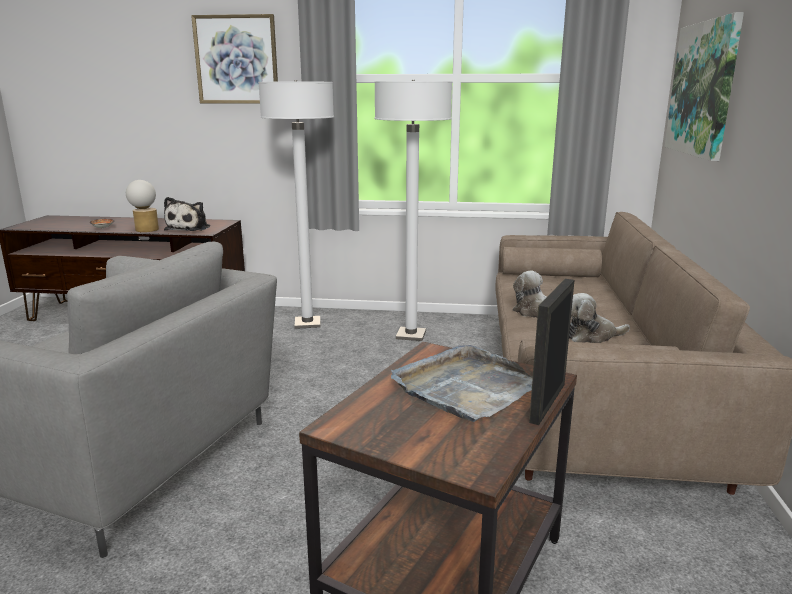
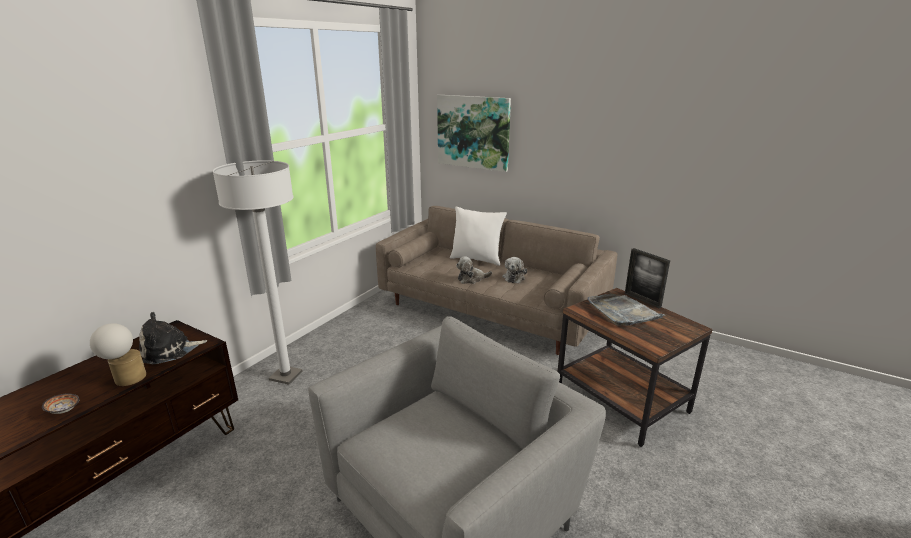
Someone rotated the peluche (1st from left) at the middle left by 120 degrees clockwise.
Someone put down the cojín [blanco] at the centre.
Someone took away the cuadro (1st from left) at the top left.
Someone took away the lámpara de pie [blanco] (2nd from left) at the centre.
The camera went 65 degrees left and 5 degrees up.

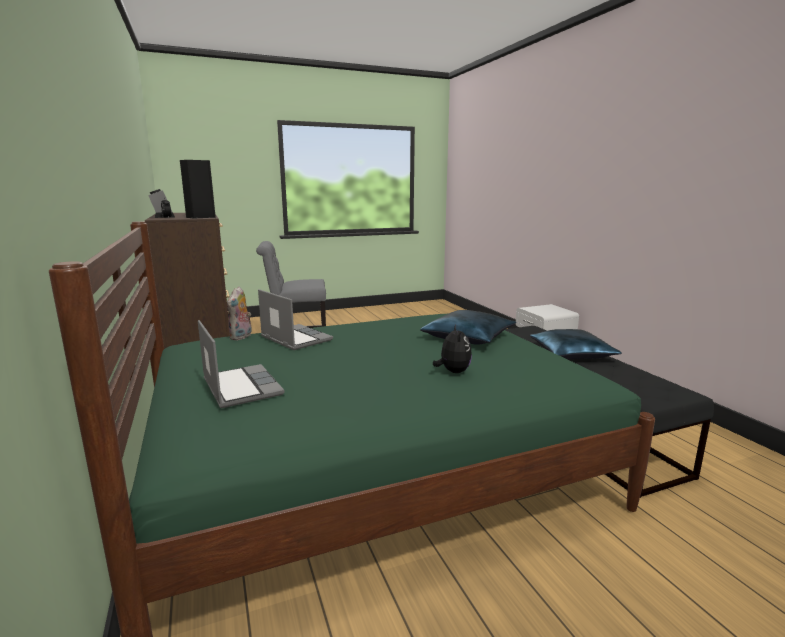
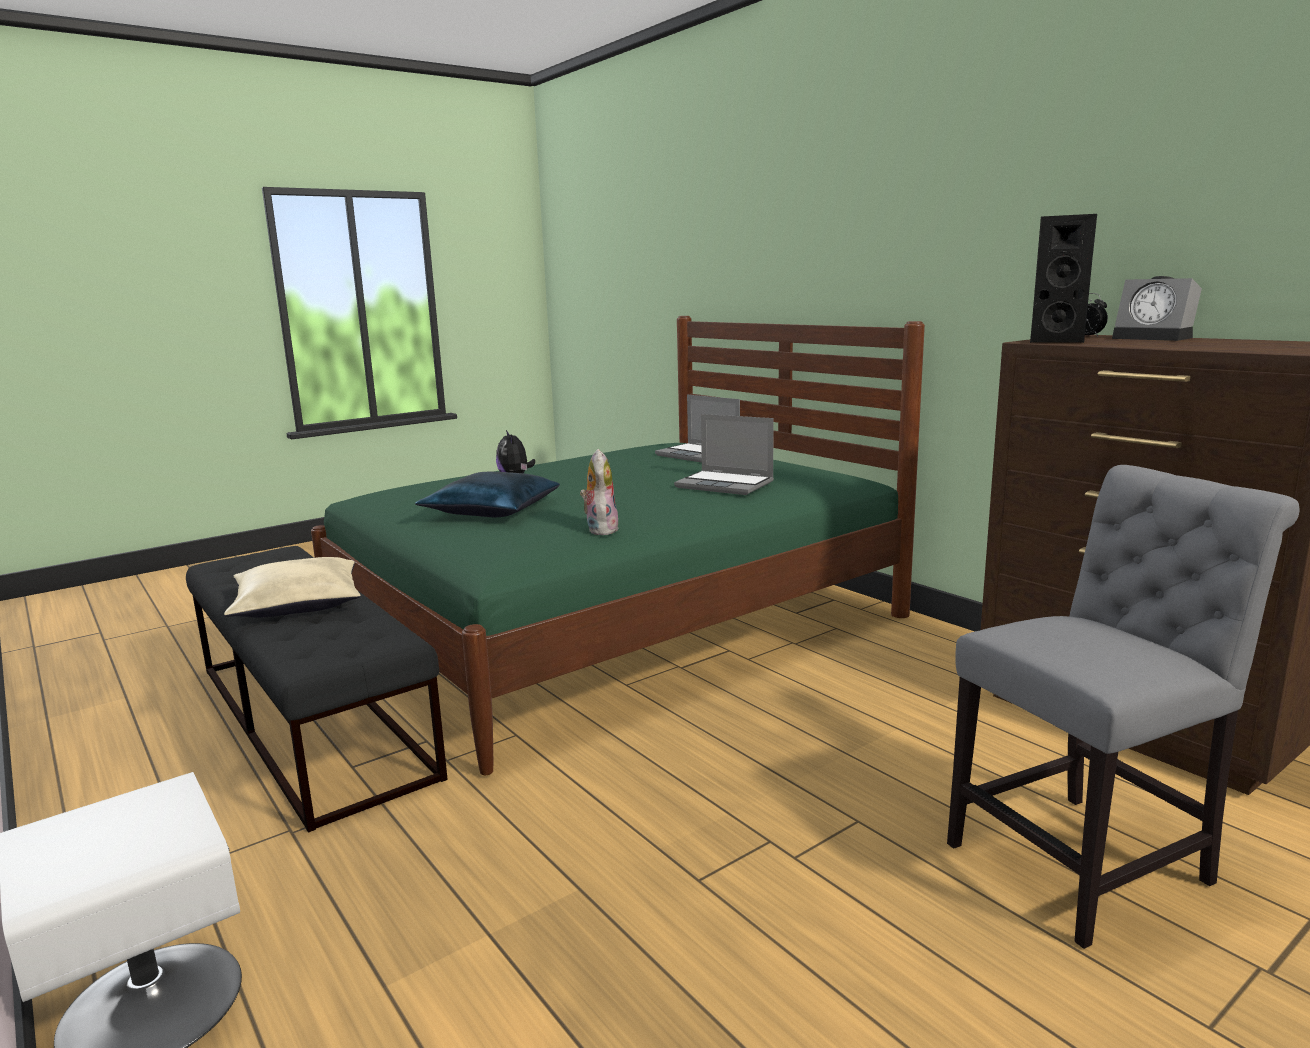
Someone repainted the cojín [azul] (2nd from left) at the middle right, which became the cojín [beis] at the middle left.
Someone carried the peluche (1st from left in the first image) from the middle left to the centre.
The camera went 165 degrees right and 0 degrees up.

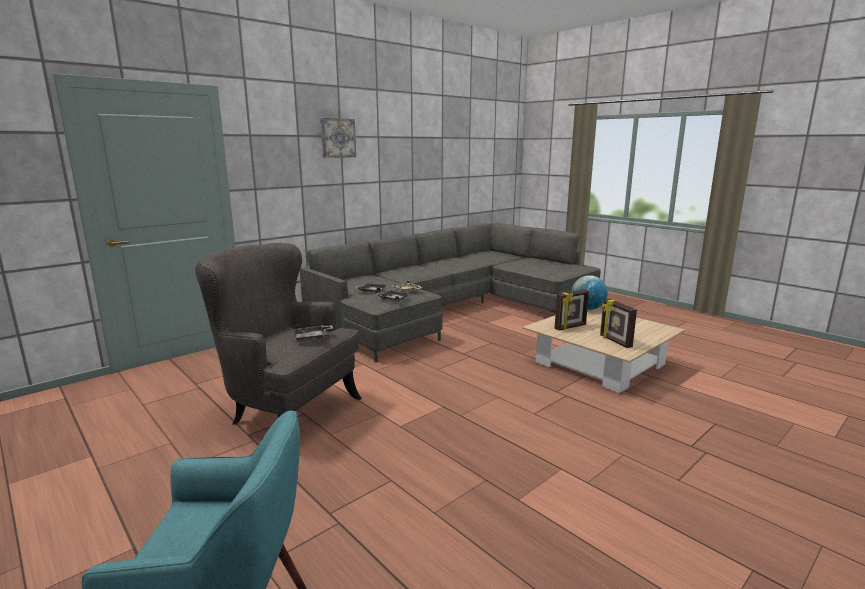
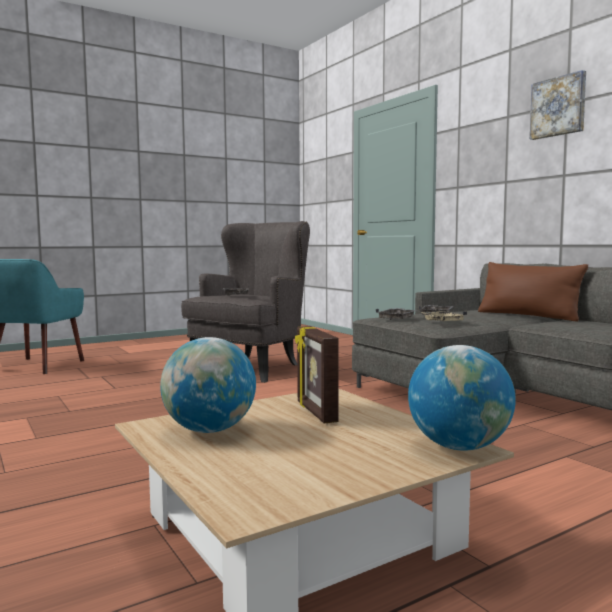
Someone swapped the portarretratos (2nd from left) at the middle right for the globo terráqueo (1st from left) at the centre.
Someone put down the cojín [marrón] at the middle right.
The camera went 100 degrees right and 10 degrees down.

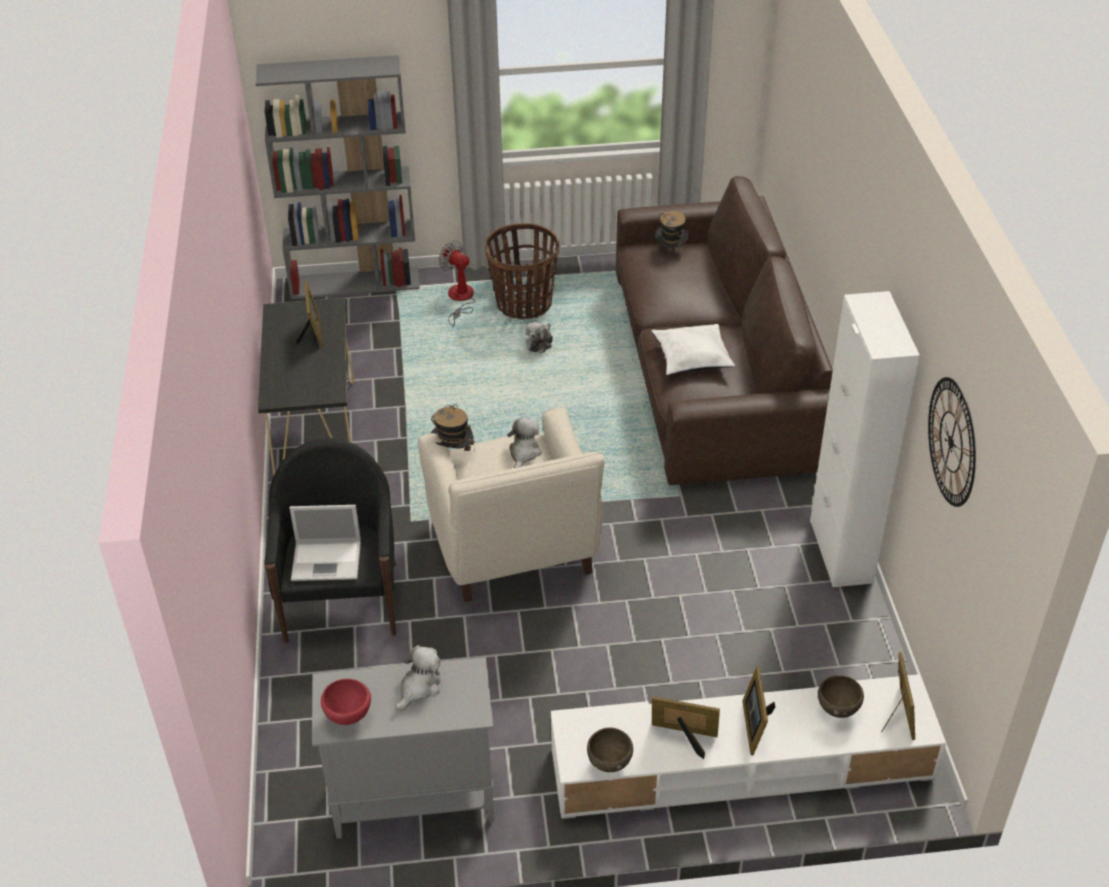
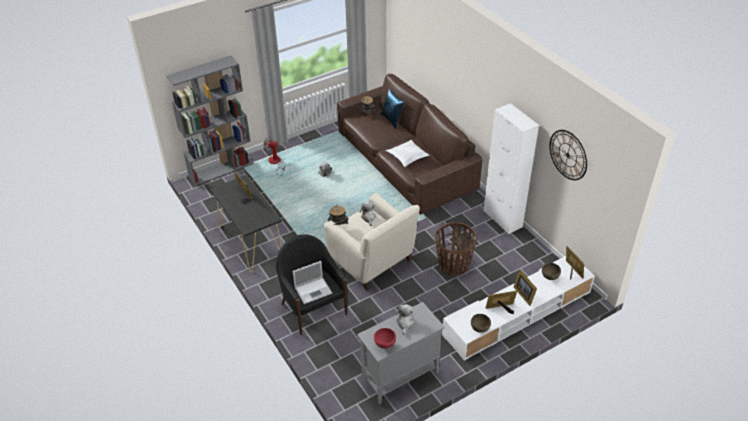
Someone put down the cojín [azul] at the top centre.
Someone carried the cesta from the top centre to the centre.
The camera went 25 degrees left and 0 degrees up.

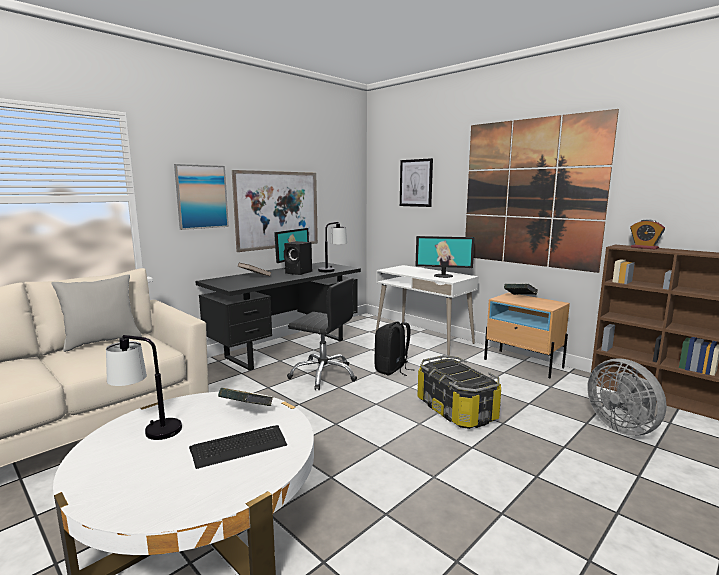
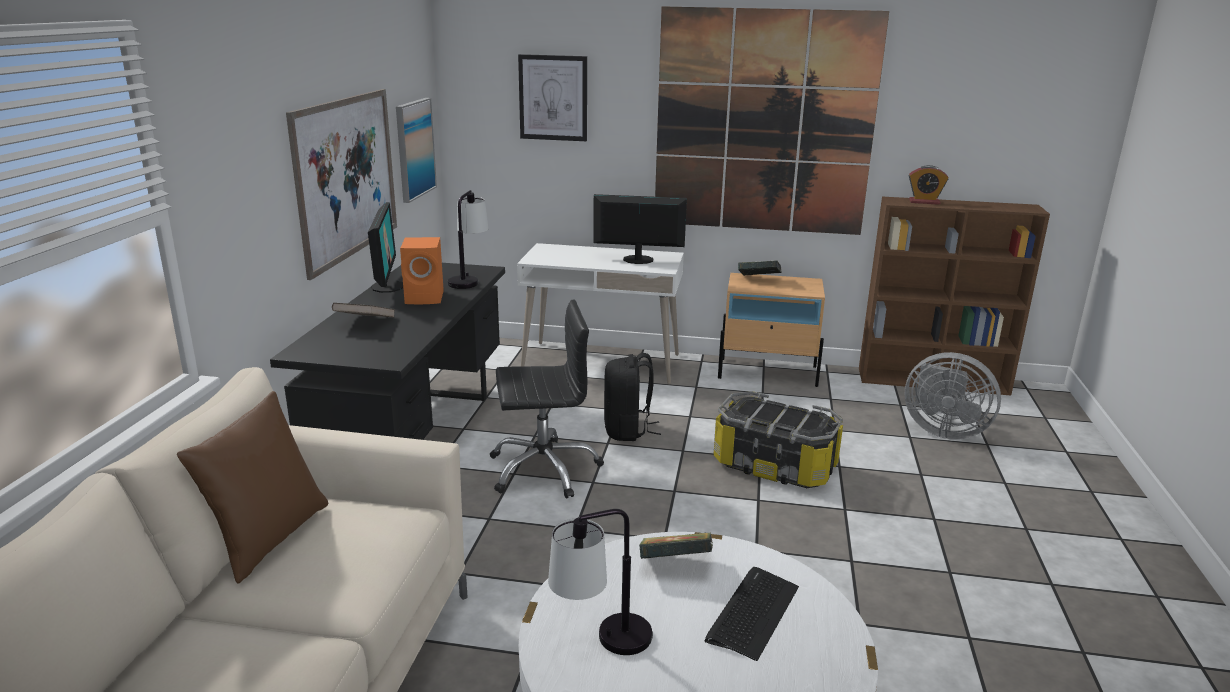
Someone repainted the cojín [gris] at the middle left, which became the cojín [marrón] at the bottom left.
Someone carried the cuadro (1st from left in the first image) from the middle left to the top centre.
Someone repainted the altavoz [negro] at the centre, which became the altavoz [naranja] at the centre.
Someone rotated the monitor (2nd from left) at the centre by 150 degrees counterclockwise.
The camera went 35 degrees left and 10 degrees up.

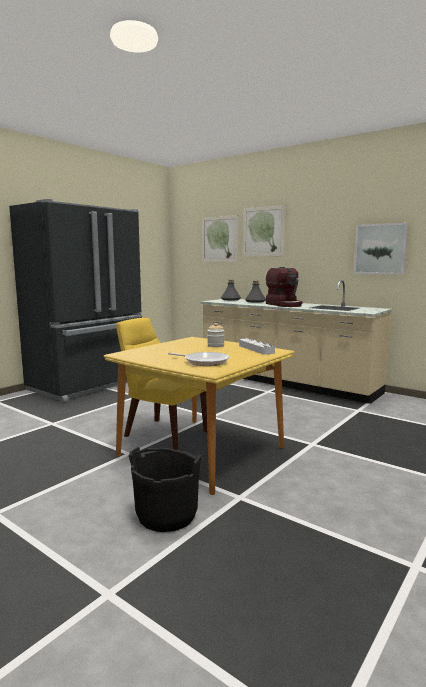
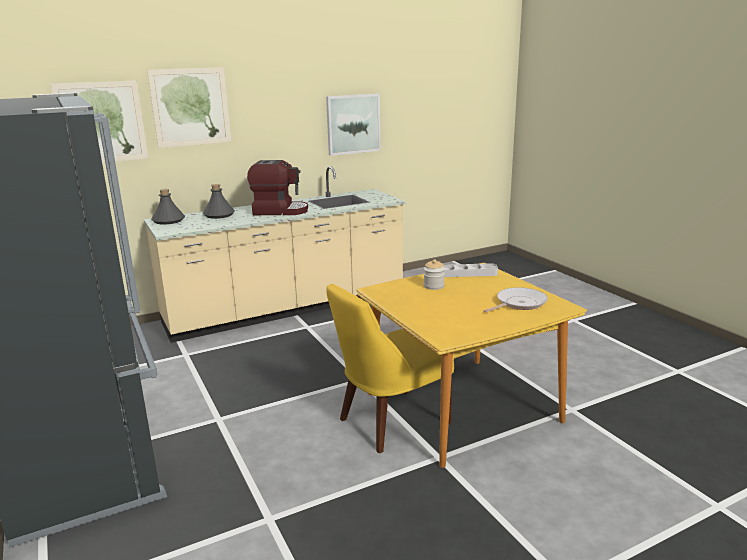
Someone took away the cubo [negro] at the bottom centre.
The camera went 65 degrees left and 10 degrees up.

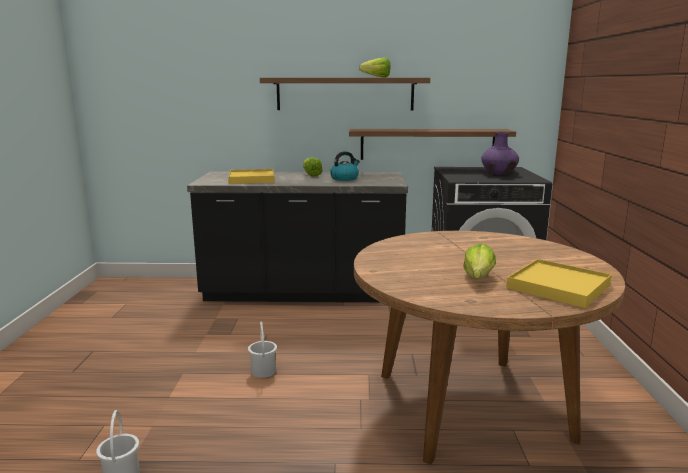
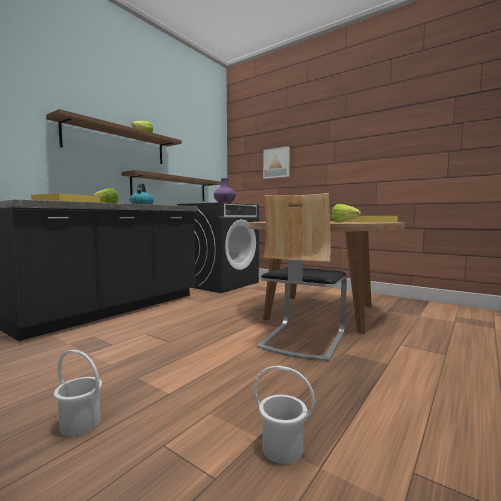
Someone carried the cubo [blanco] (2nd from left in the first image) from the bottom centre to the bottom left.
Someone put down the silla at the centre.
Someone put up the cuadro at the top centre.
The camera went 55 degrees left and 10 degrees down.

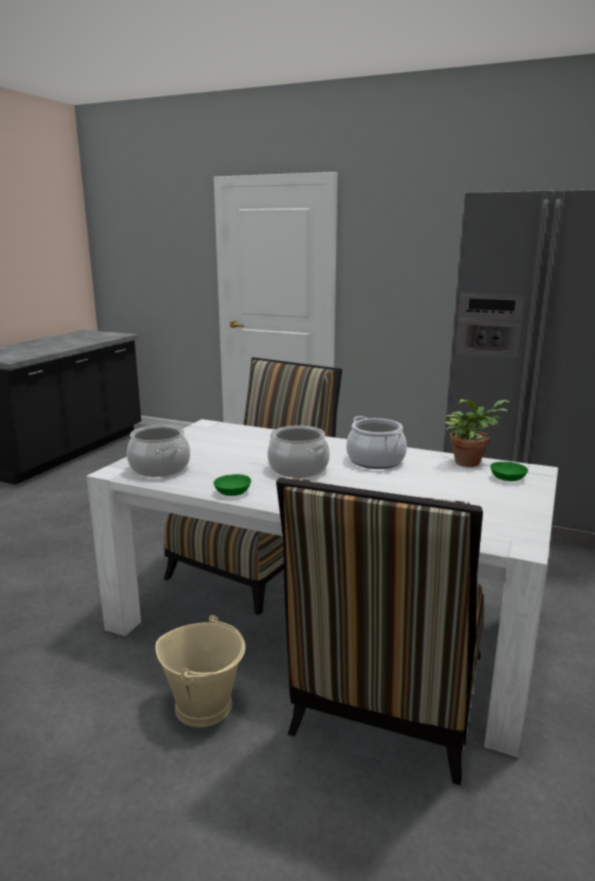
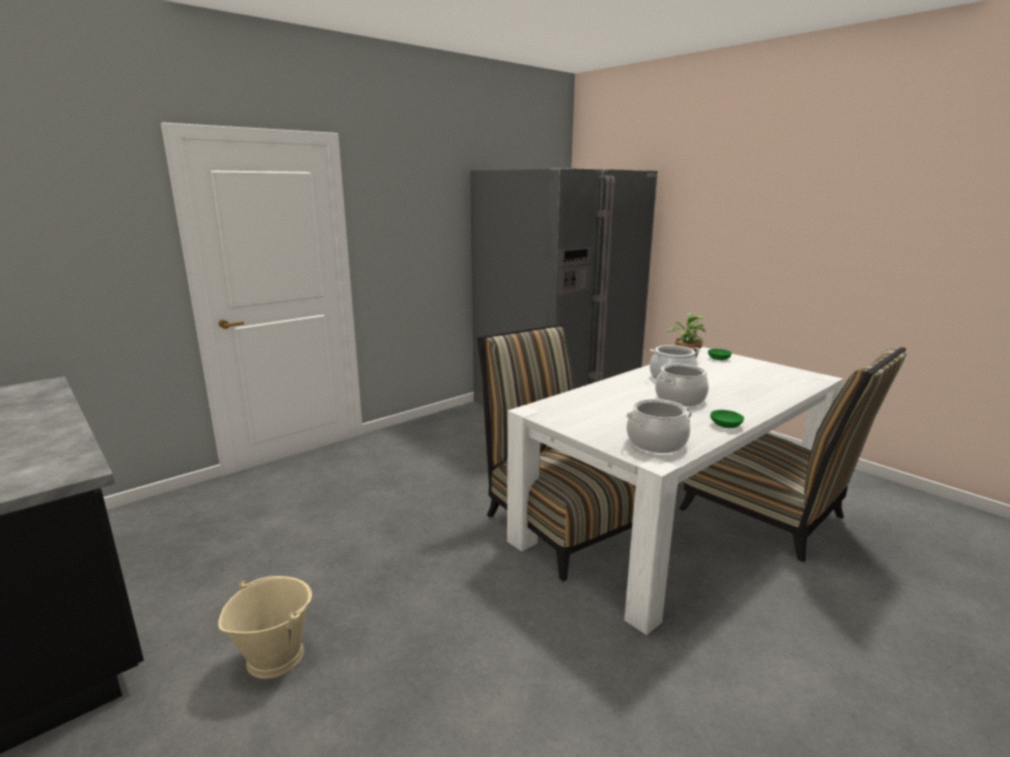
Someone carried the cubo [beis] from the bottom centre to the bottom left.
The camera went 65 degrees left and 0 degrees up.

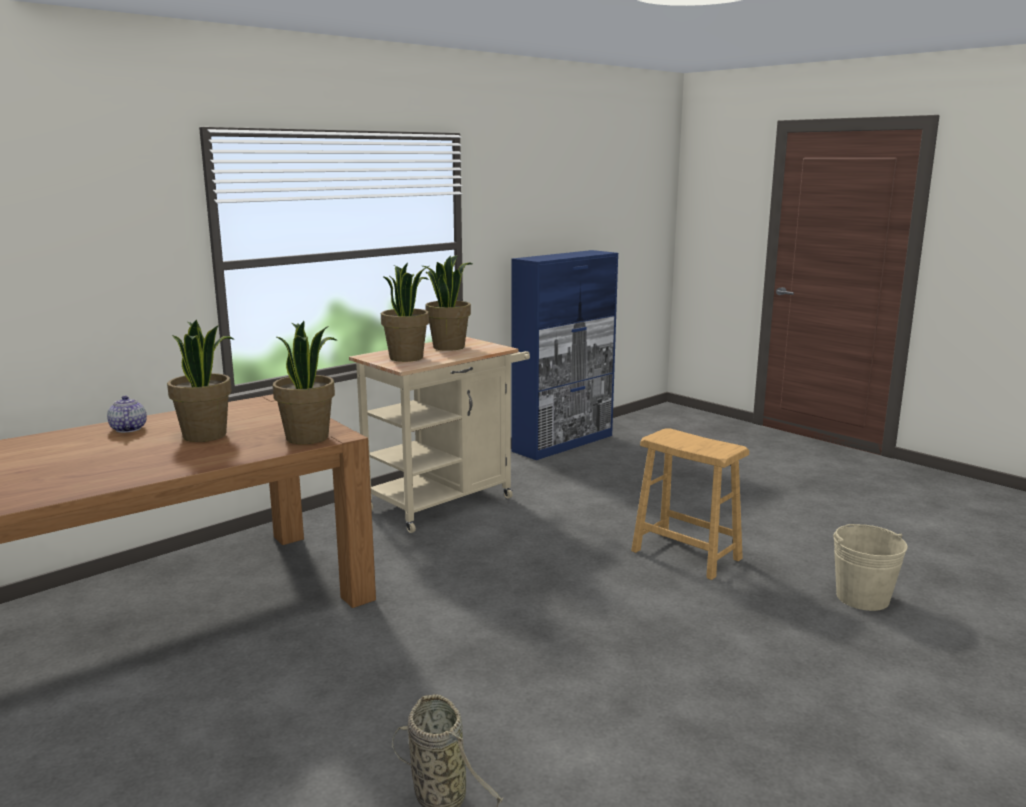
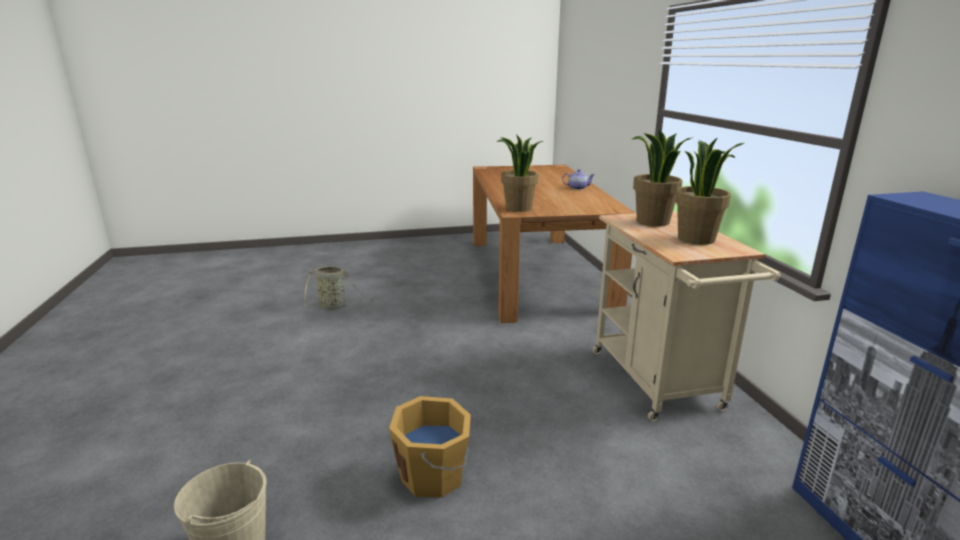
Someone swapped the taburete [marrón] at the middle right for the cubo [naranja] at the bottom centre.
Someone took away the planta en maceta (1st from left) at the middle left.
The camera went 120 degrees right and 5 degrees up.

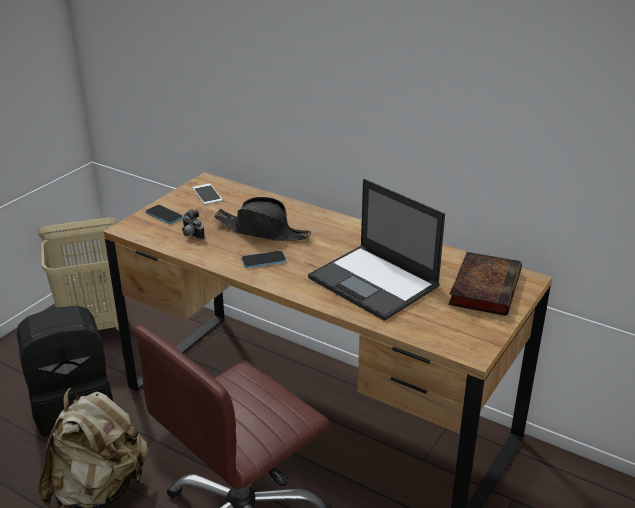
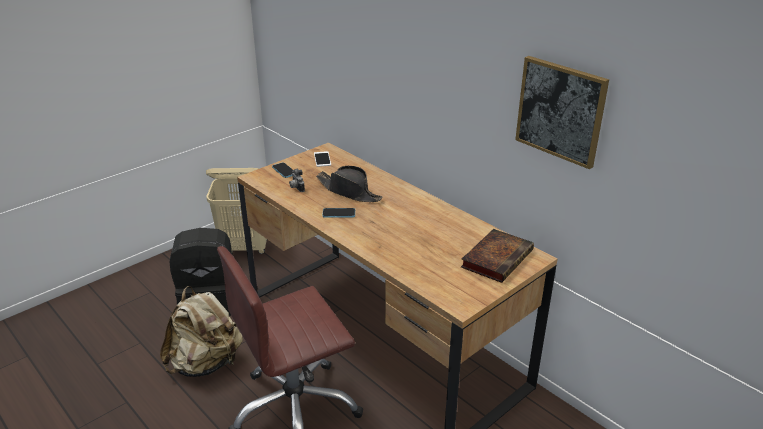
Someone put up the cuadro at the top right.
Someone took away the portátil at the centre.
The camera went 15 degrees right and 0 degrees up.

